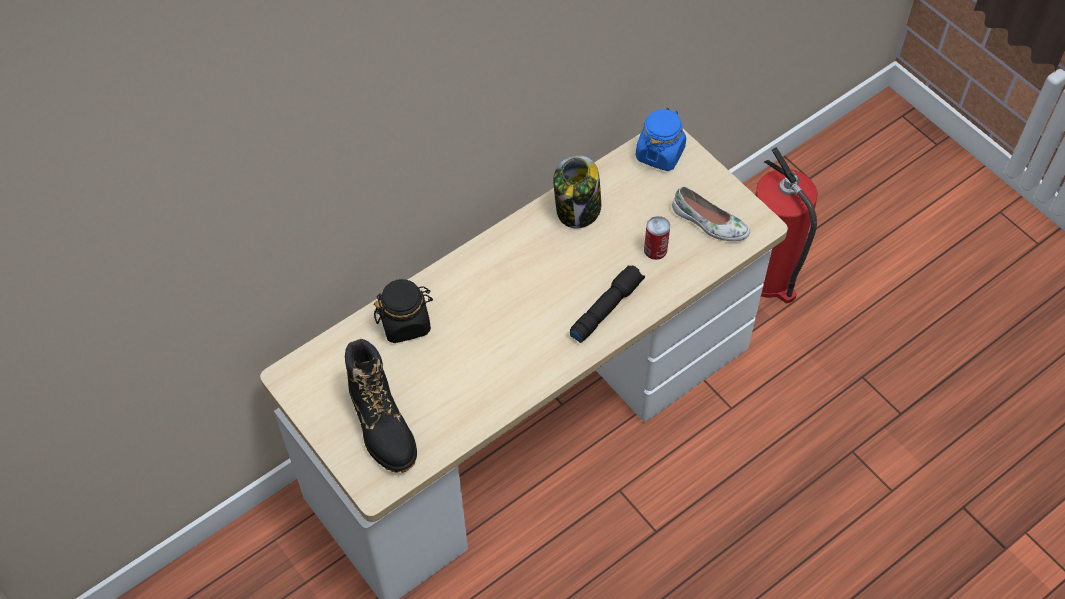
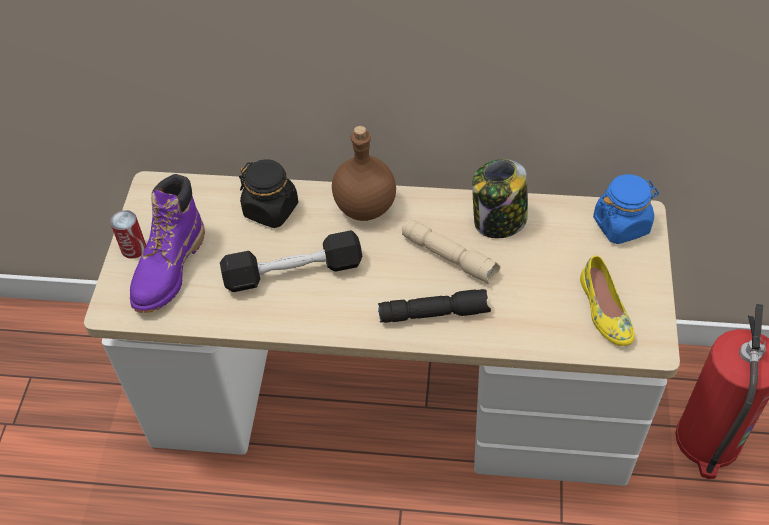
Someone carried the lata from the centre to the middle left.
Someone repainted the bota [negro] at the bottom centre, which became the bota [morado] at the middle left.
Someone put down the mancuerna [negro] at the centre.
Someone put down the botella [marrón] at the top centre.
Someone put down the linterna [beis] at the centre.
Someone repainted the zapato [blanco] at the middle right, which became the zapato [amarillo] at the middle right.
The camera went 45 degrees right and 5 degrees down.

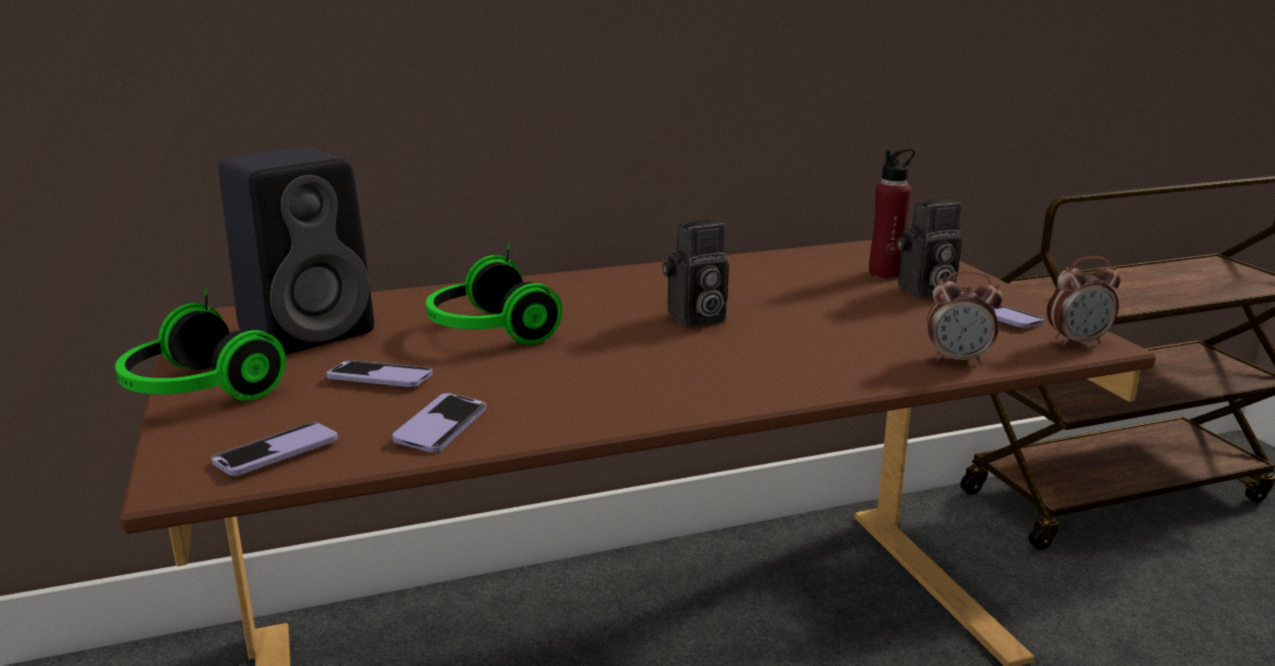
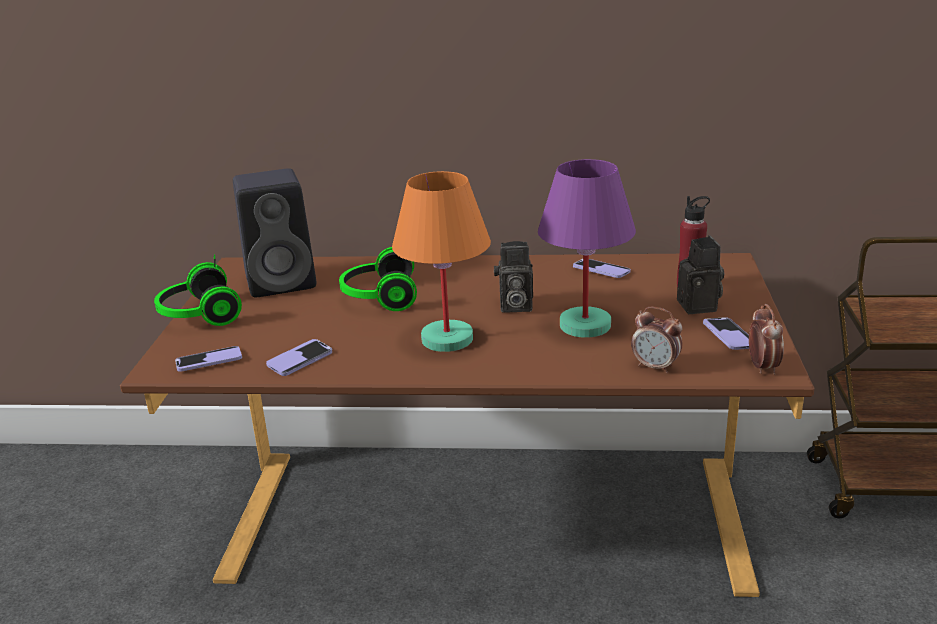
Someone put down the lámpara de mesa [naranja] at the centre.
Someone put down the lámpara de mesa [morado] at the centre.
Someone carried the móvil (2nd from left in the first image) from the middle left to the centre.
Someone rotated the cámara (2nd from left) at the middle right by 105 degrees counterclockwise.
Someone rotated the despertador (2nd from left) at the middle right by 105 degrees counterclockwise.
The camera went 25 degrees right and 5 degrees up.

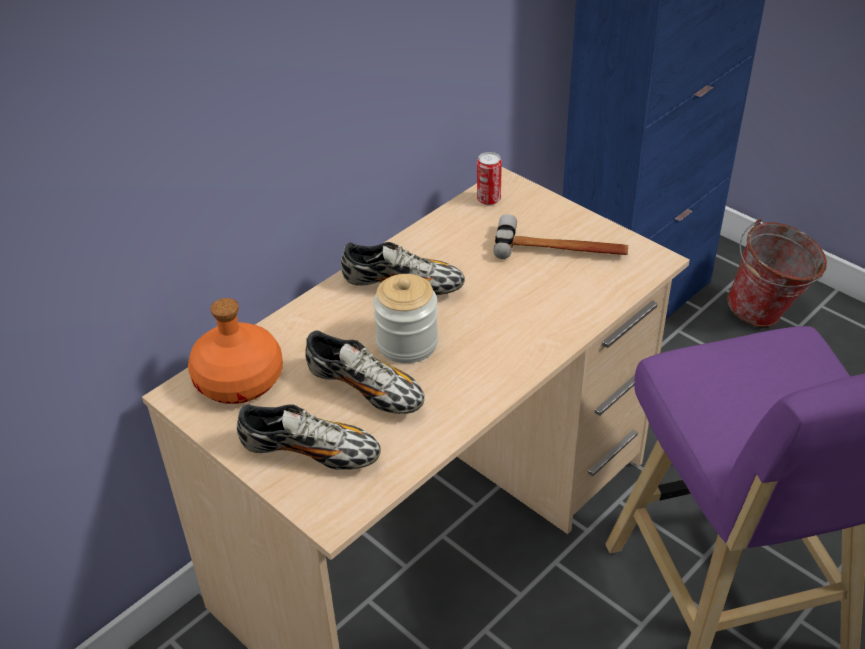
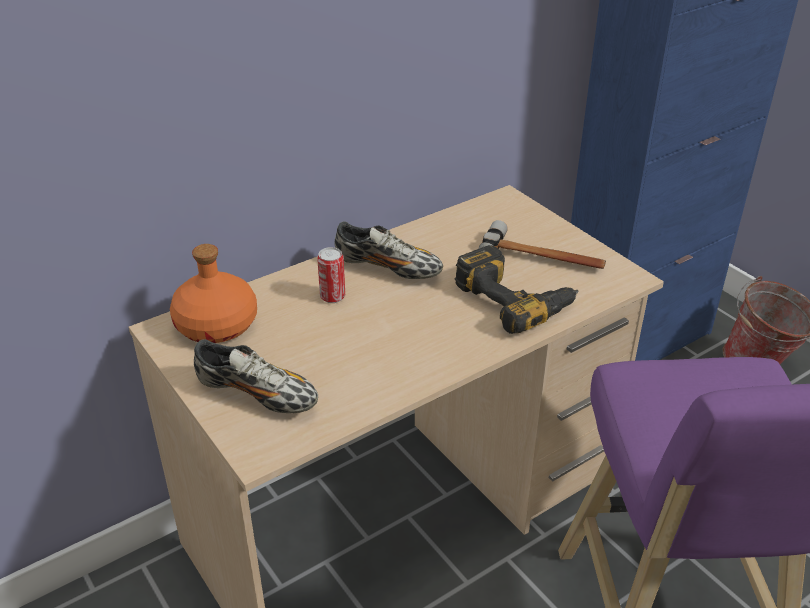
Someone carried the lata from the top centre to the centre.
Someone put down the taladro at the centre.
Someone took away the zapato (2nd from left) at the centre.
Someone took away the tarro at the centre.
The camera went 10 degrees right and 5 degrees down.

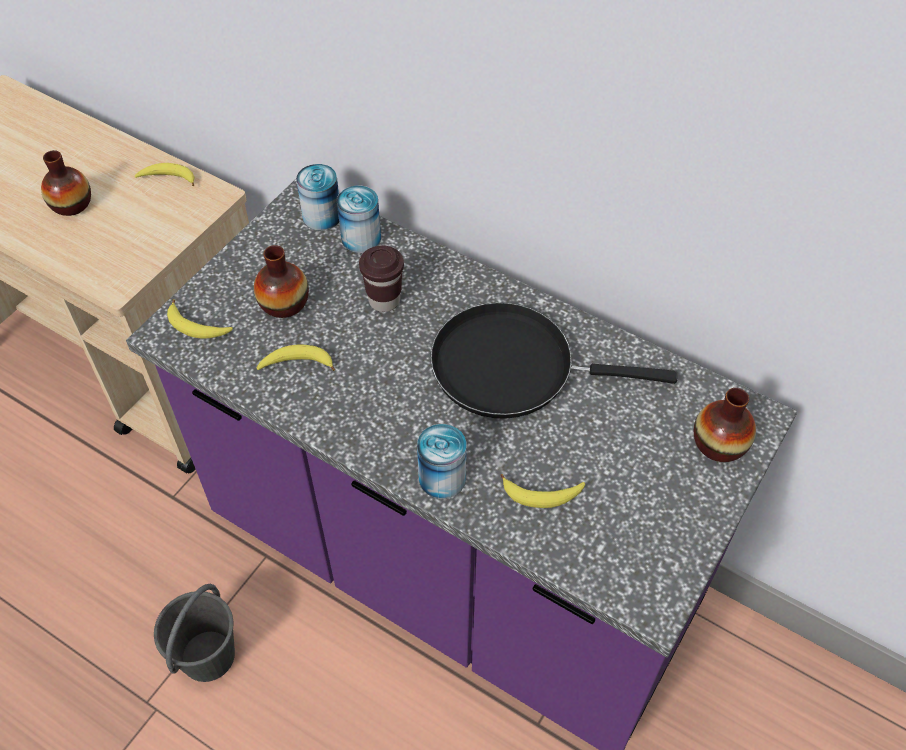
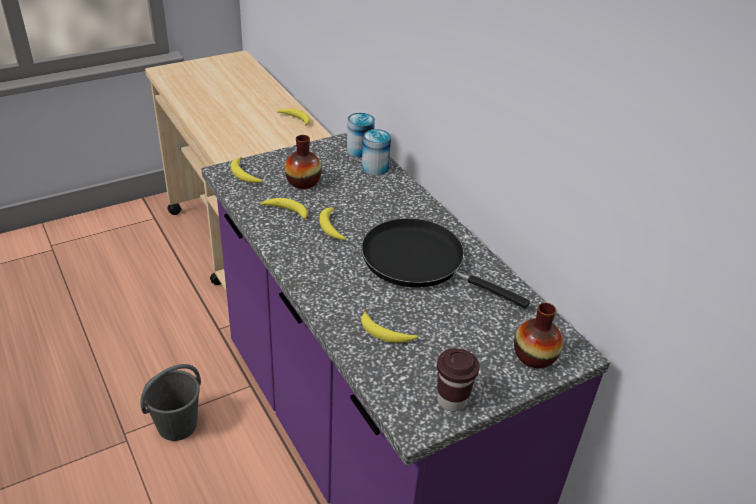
Someone put down the plátano (4th from left) at the centre.
Someone carried the taza [marrón] from the centre to the bottom centre.
Someone took away the florero (1st from left) at the top left.
Someone took away the lata (3rd from left) at the centre.
The camera went 25 degrees right and 15 degrees down.

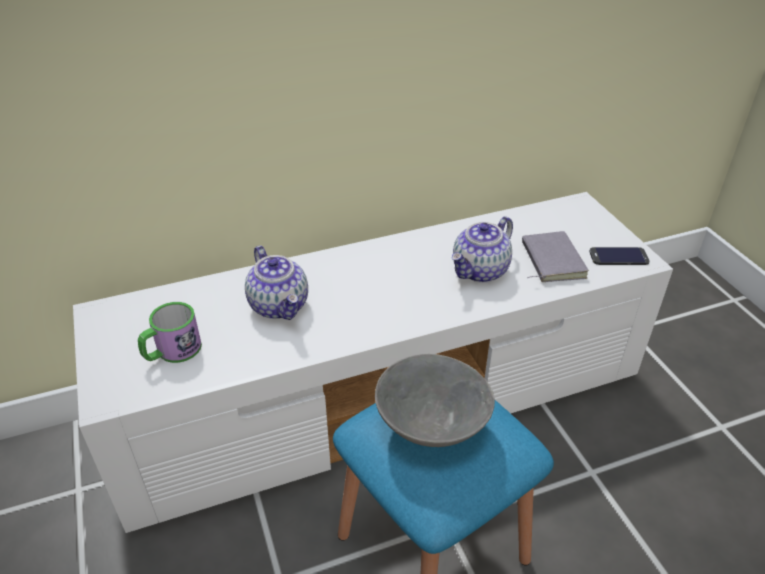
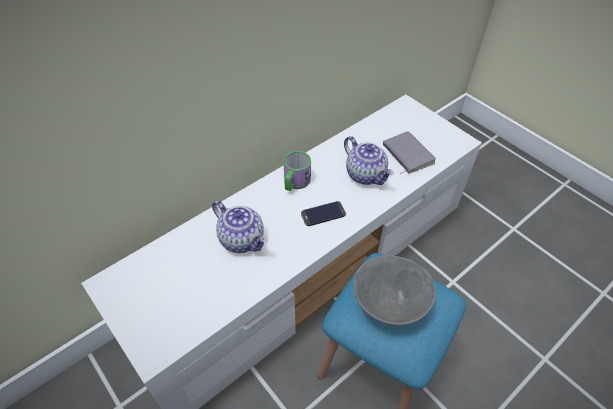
Someone carried the taza grande from the middle left to the centre.
Someone carried the móvil from the middle right to the centre.
Someone rotated the tetera (2nd from left) at the centre by 60 degrees counterclockwise.
The camera went 20 degrees left and 10 degrees up.

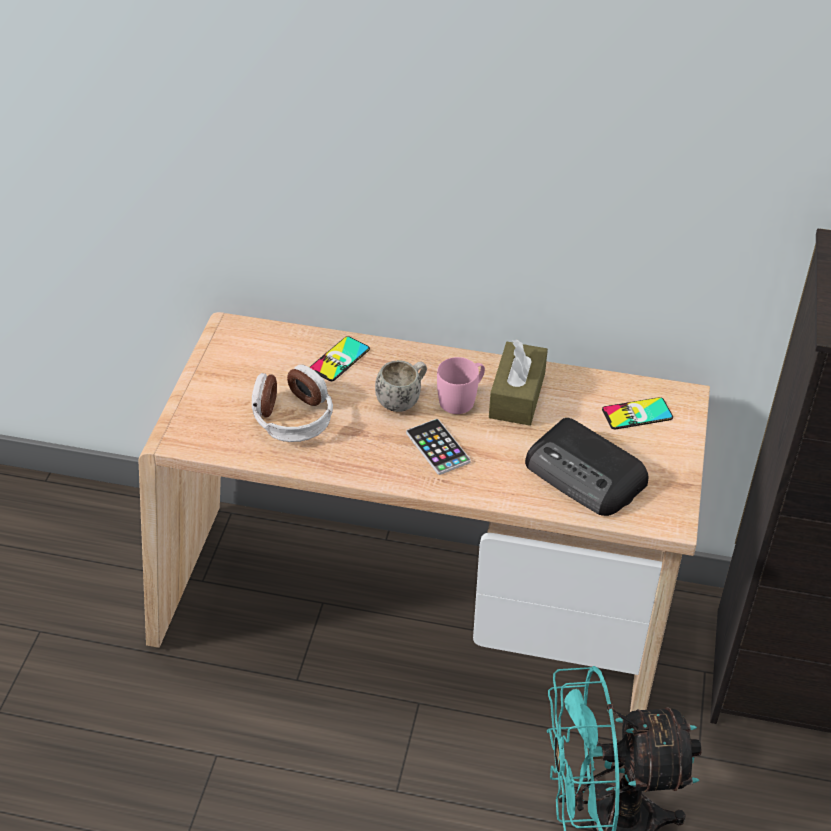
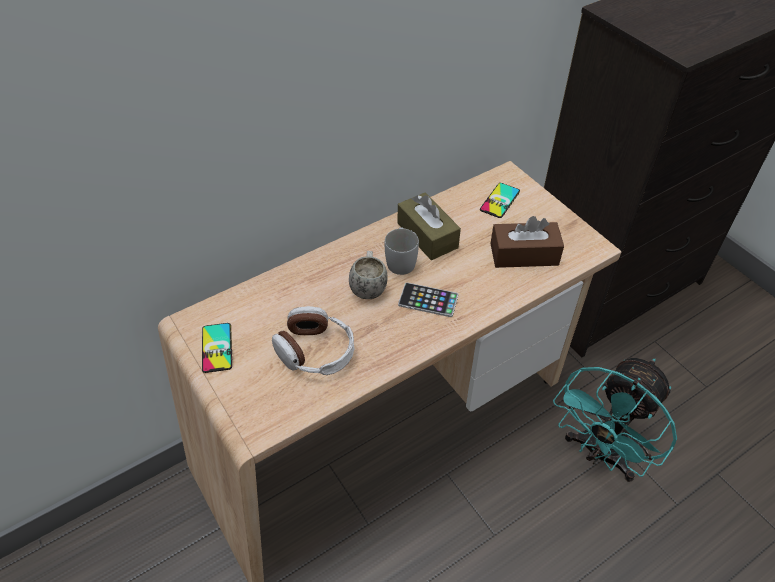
Someone carried the móvil (1st from left) from the centre to the middle left.
Someone repainted the taza grande [rosa] at the centre, which became the taza grande [blanco] (2nd from left) at the centre.
Someone swapped the radio at the middle right for the caja de pañuelos [marrón] (2nd from left) at the middle right.
The camera went 45 degrees left and 5 degrees up.

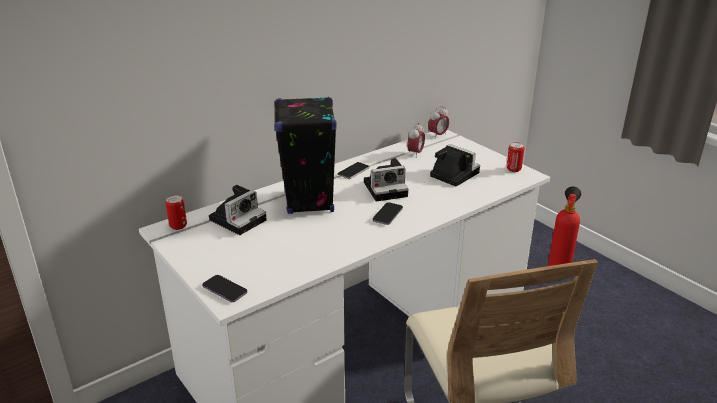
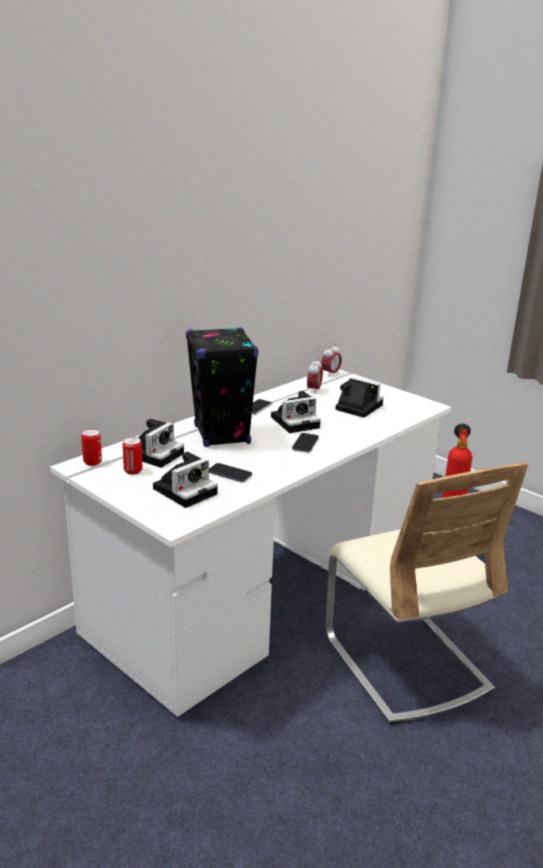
Someone carried the lata (2nd from left) from the middle right to the middle left.
Someone put down the cámara (2nd from left) at the centre.
Someone carried the móvil (1st from left) from the bottom left to the centre.
The camera went 10 degrees left and 5 degrees down.

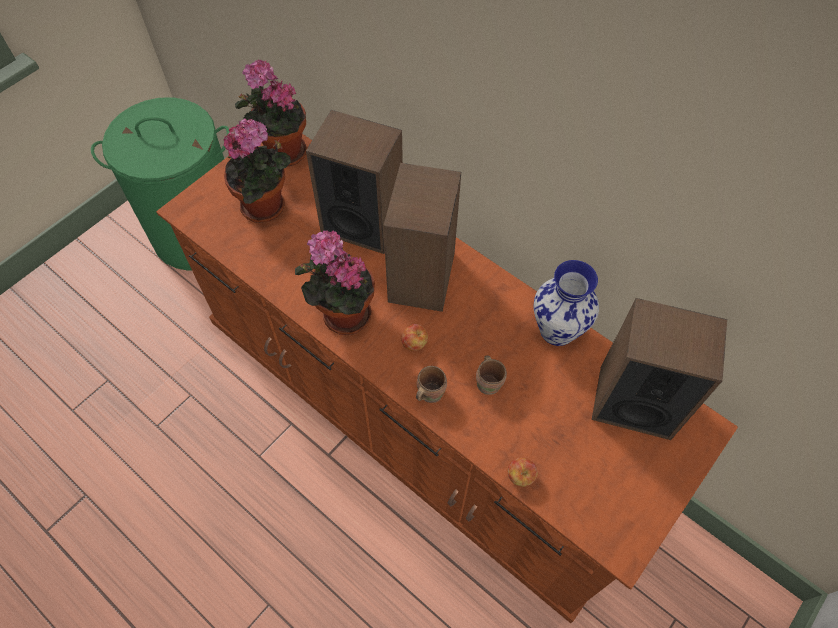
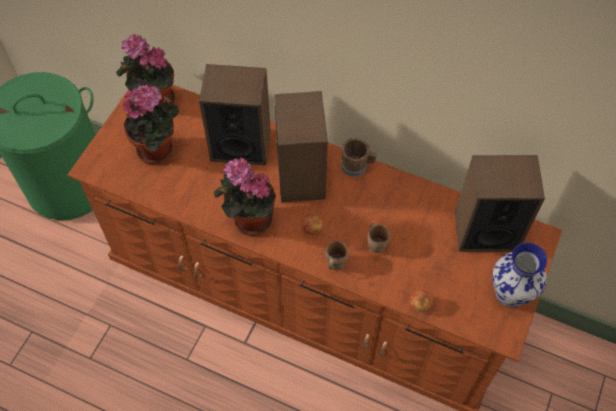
Someone put down the taza grande [marrón] (2nd from left) at the centre.
Someone carried the florero from the middle right to the bottom right.
The camera went 15 degrees left and 0 degrees up.

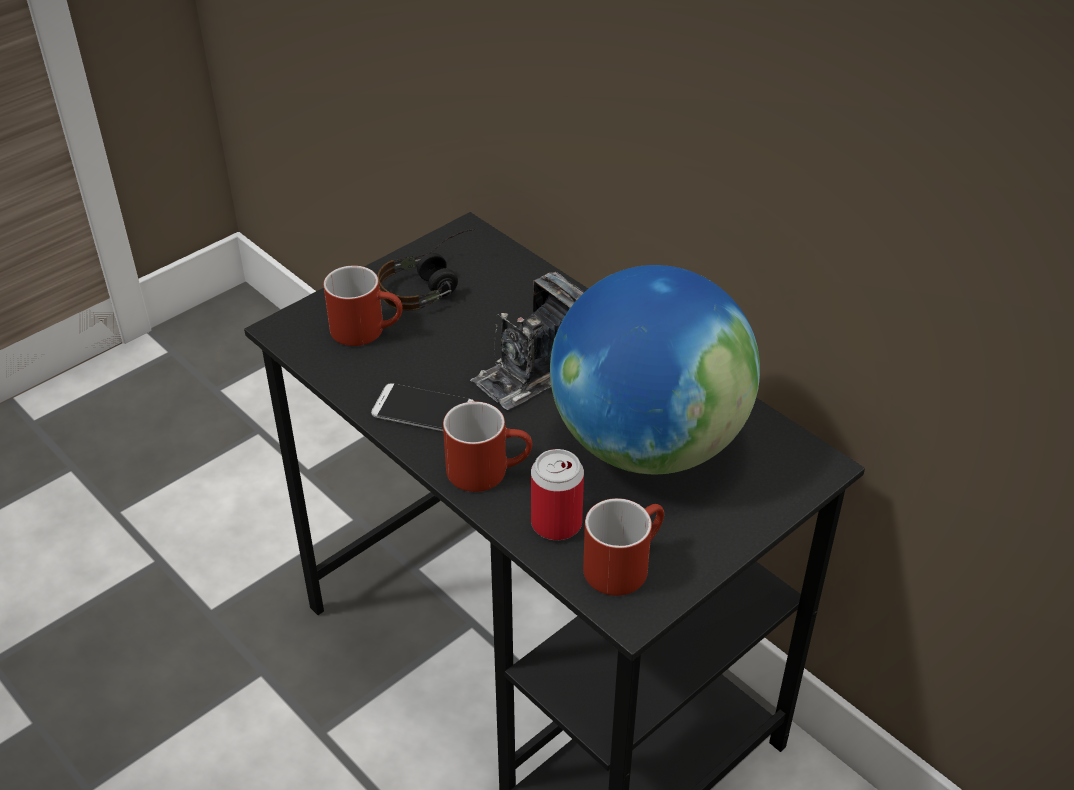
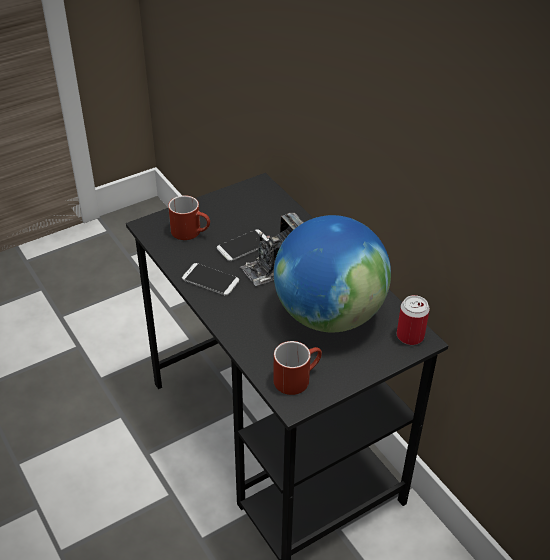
Someone put down the móvil (2nd from left) at the centre.
Someone carried the lata from the centre to the middle right.
Someone took away the auriculares at the centre.
Someone took away the taza grande [rojo] (2nd from left) at the centre.
The camera went 10 degrees right and 0 degrees up.

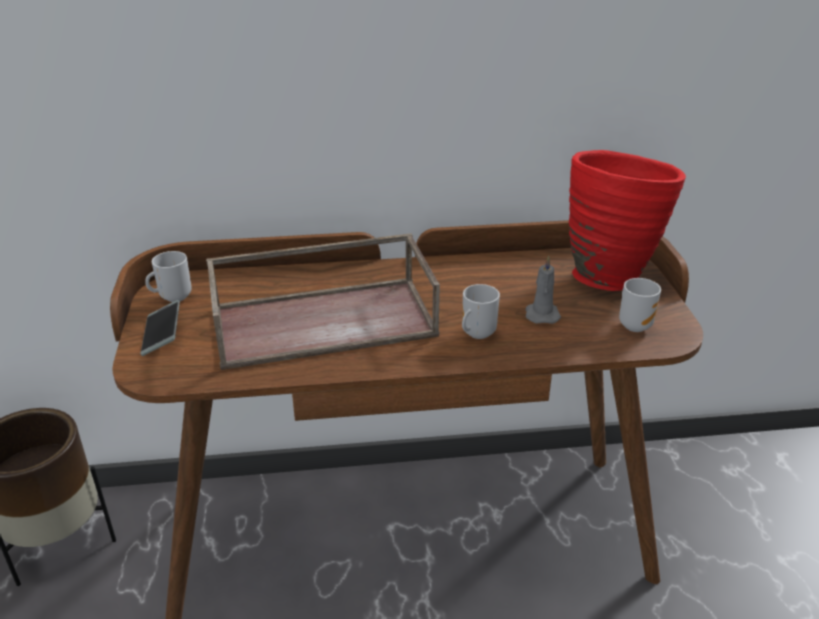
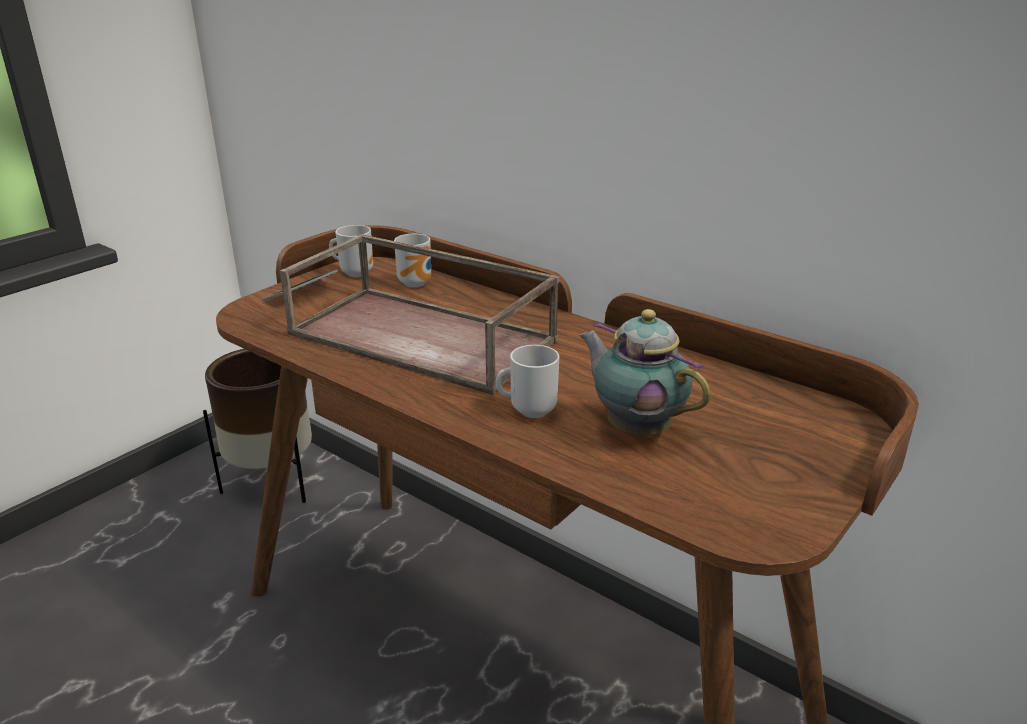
Someone carried the taza grande (3rd from left in the first image) from the middle right to the centre.
Someone swapped the vela [gris] at the centre for the tetera at the centre.
Someone took away the florero [rojo] at the middle right.
The camera went 45 degrees right and 5 degrees down.

